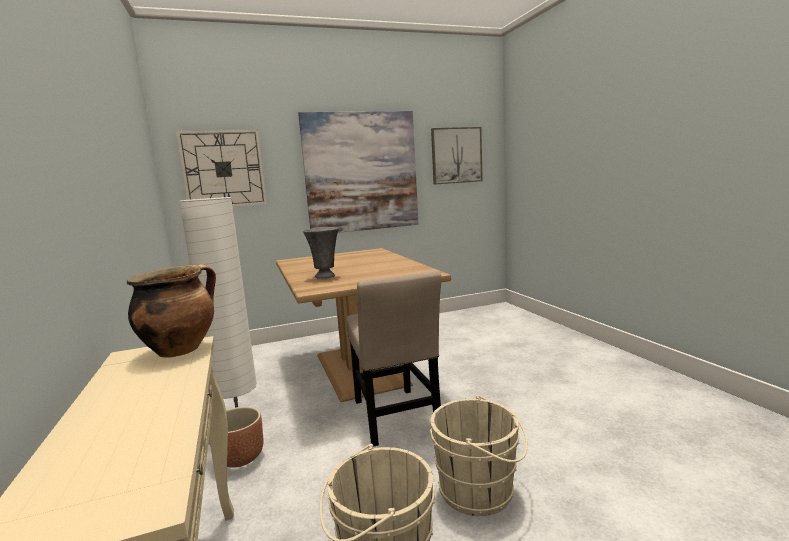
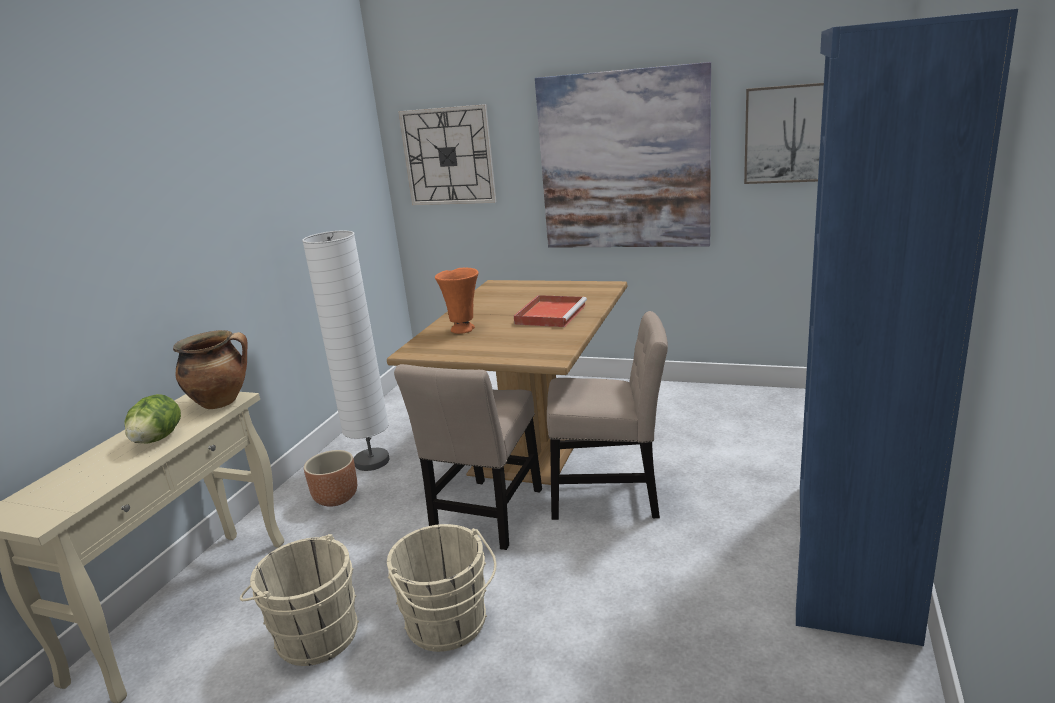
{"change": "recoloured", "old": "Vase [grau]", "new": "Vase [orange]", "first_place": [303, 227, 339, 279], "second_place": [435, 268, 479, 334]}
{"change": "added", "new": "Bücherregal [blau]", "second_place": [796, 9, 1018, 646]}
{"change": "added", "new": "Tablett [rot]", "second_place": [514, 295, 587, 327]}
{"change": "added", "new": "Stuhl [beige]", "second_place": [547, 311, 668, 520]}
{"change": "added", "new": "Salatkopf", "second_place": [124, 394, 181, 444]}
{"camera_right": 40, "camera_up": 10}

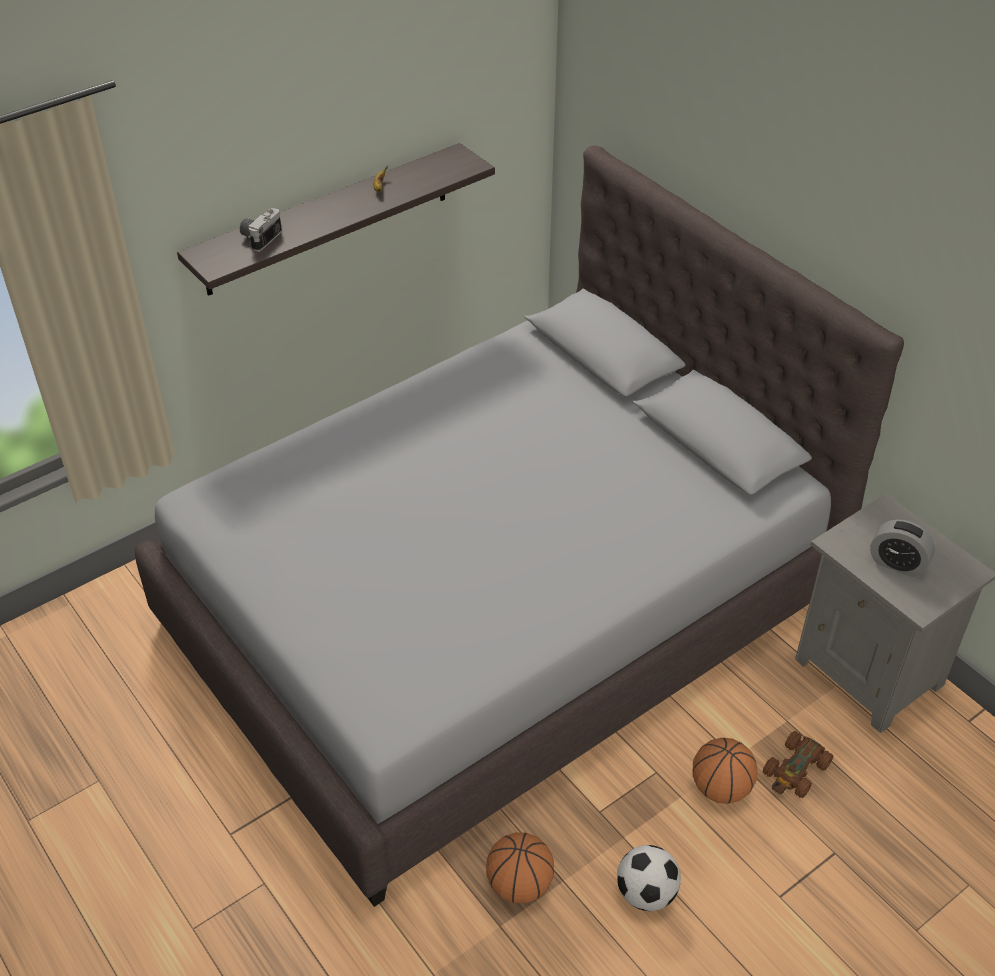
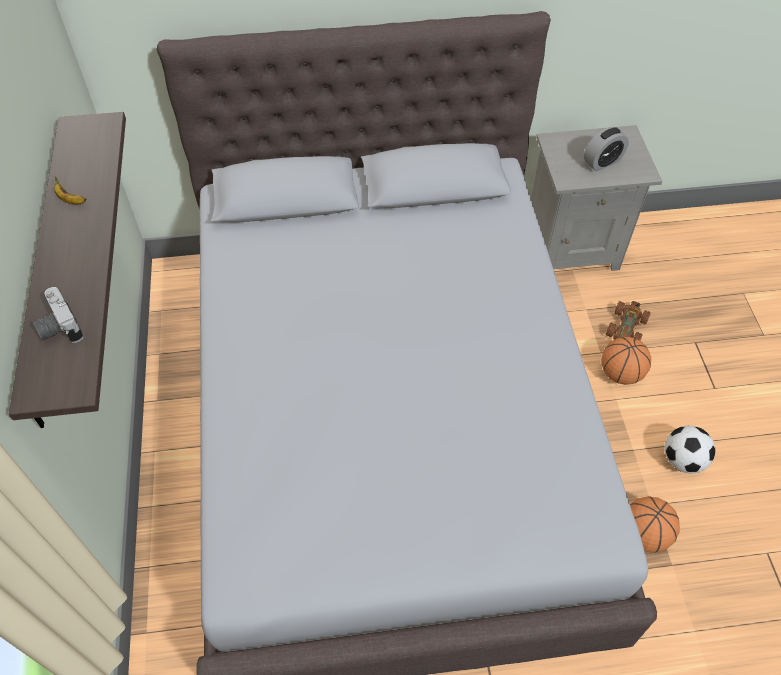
{"change": "turned", "old": "Spielzeugauto [braun]", "first_place": [763, 731, 834, 798], "second_place": [606, 301, 650, 340], "degrees": -135}
{"camera_right": -60, "camera_up": 10}

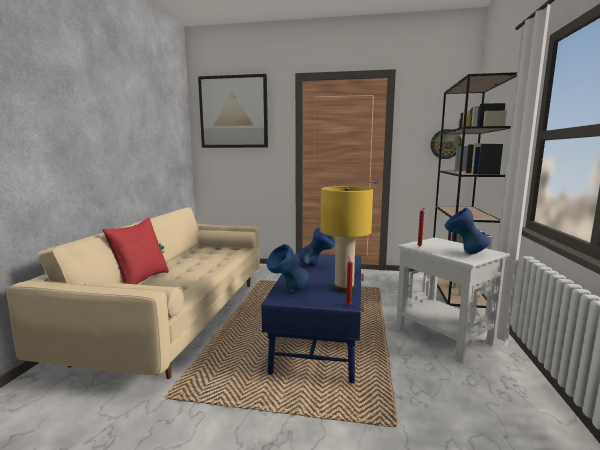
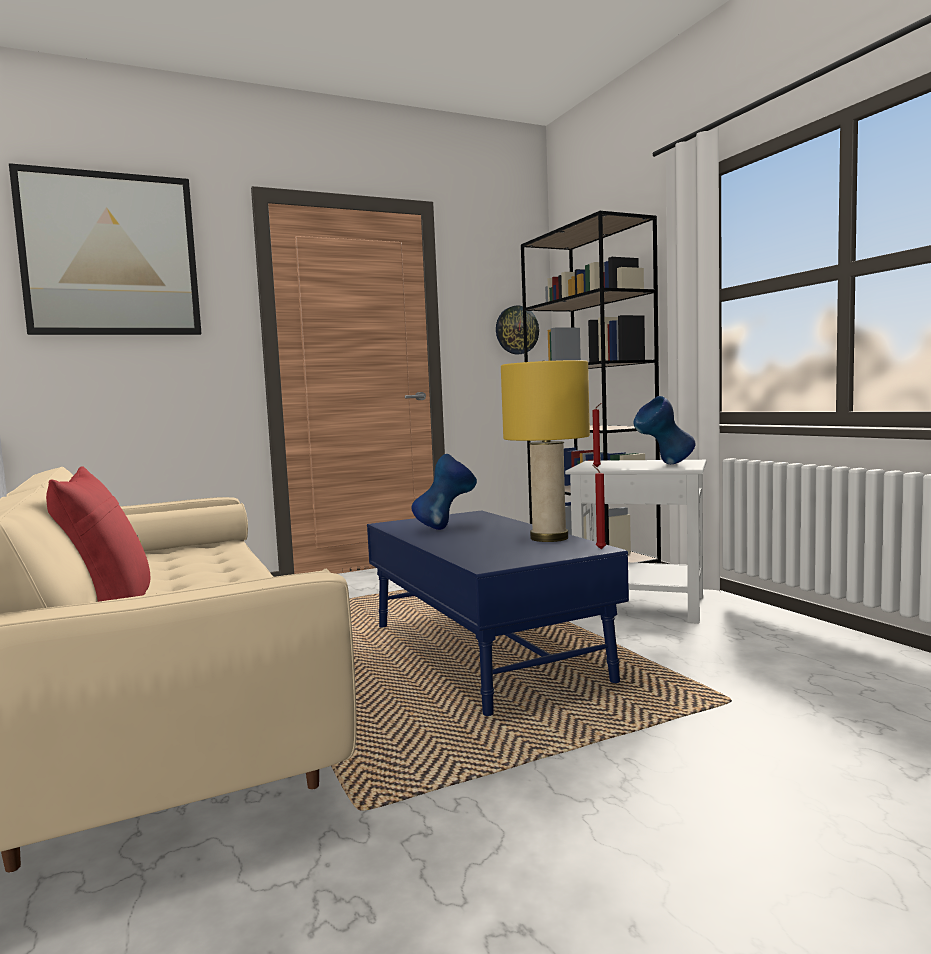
{"change": "removed", "old": "Vase [blau]", "first_place": [267, 244, 310, 292]}
{"camera_right": -35, "camera_up": -5}

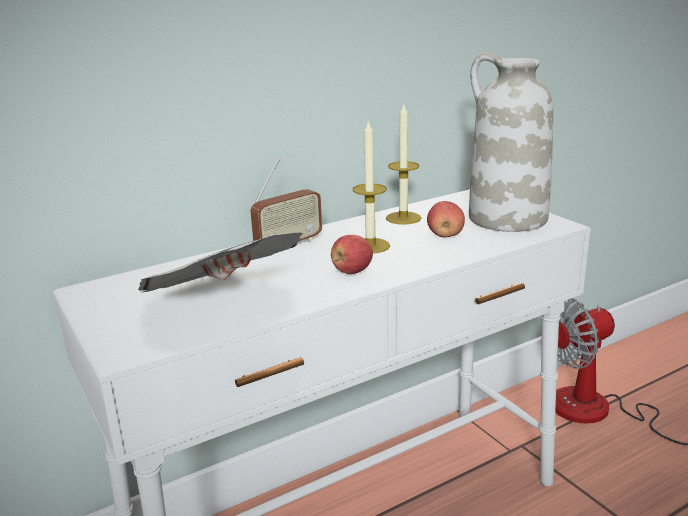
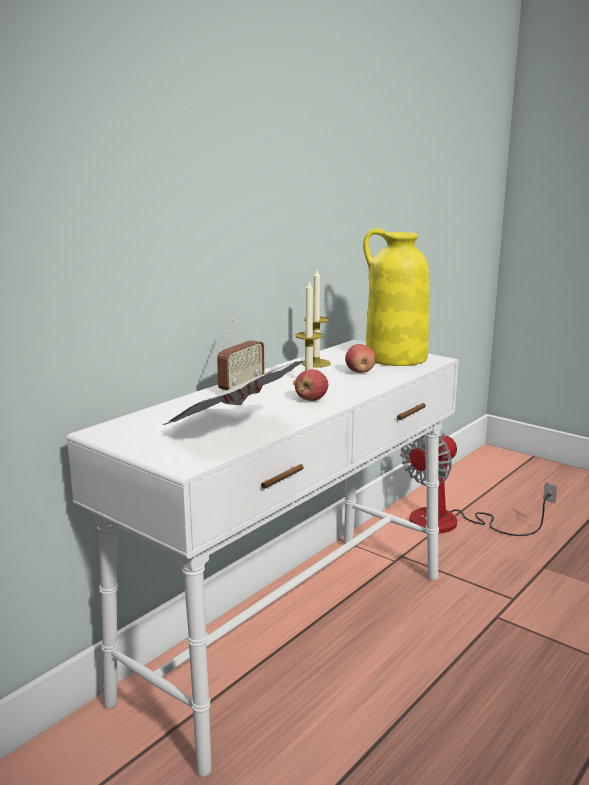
{"change": "recoloured", "old": "Vase [weiß]", "new": "Vase [gelb]", "first_place": [469, 52, 553, 232], "second_place": [363, 228, 429, 366]}
{"camera_right": -20, "camera_up": -5}

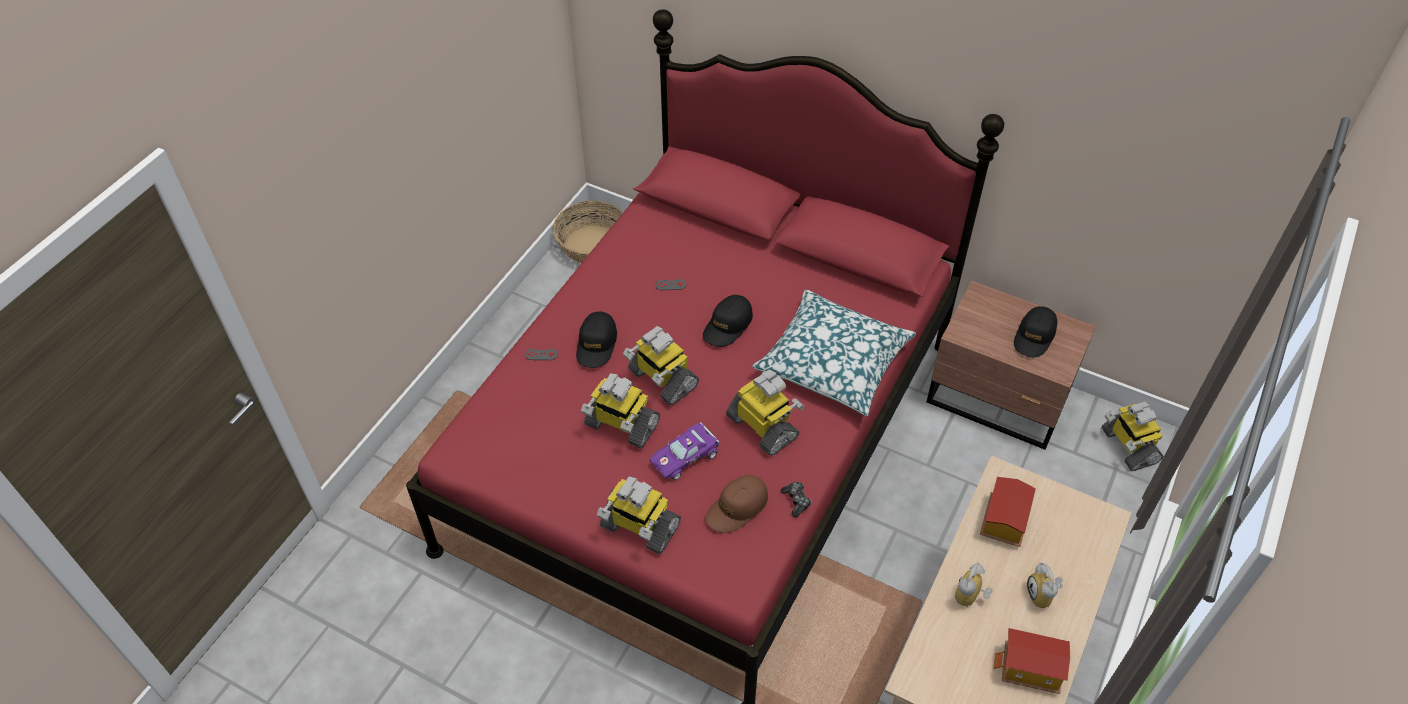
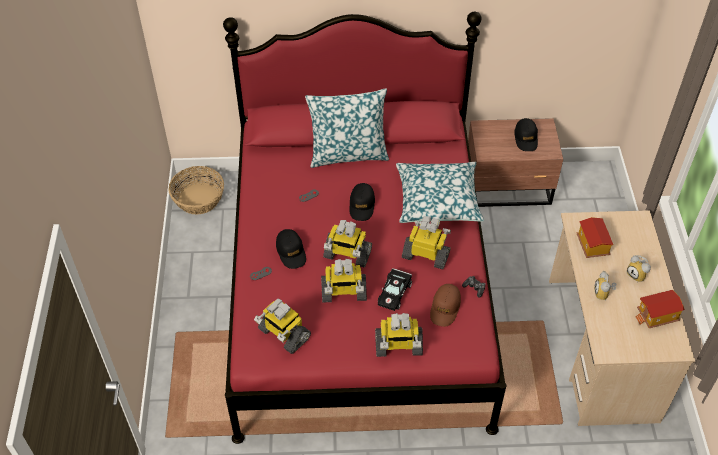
{"change": "moved", "old": "Spielzeugroboter", "first_place": [1101, 402, 1163, 471], "second_place": [254, 299, 311, 354]}
{"change": "recoloured", "old": "Spielzeugauto [lila]", "new": "Spielzeugauto [schwarz]", "first_place": [650, 422, 720, 480], "second_place": [378, 268, 412, 311]}
{"change": "added", "new": "Kissen", "second_place": [305, 88, 389, 168]}
{"camera_right": -30, "camera_up": 0}

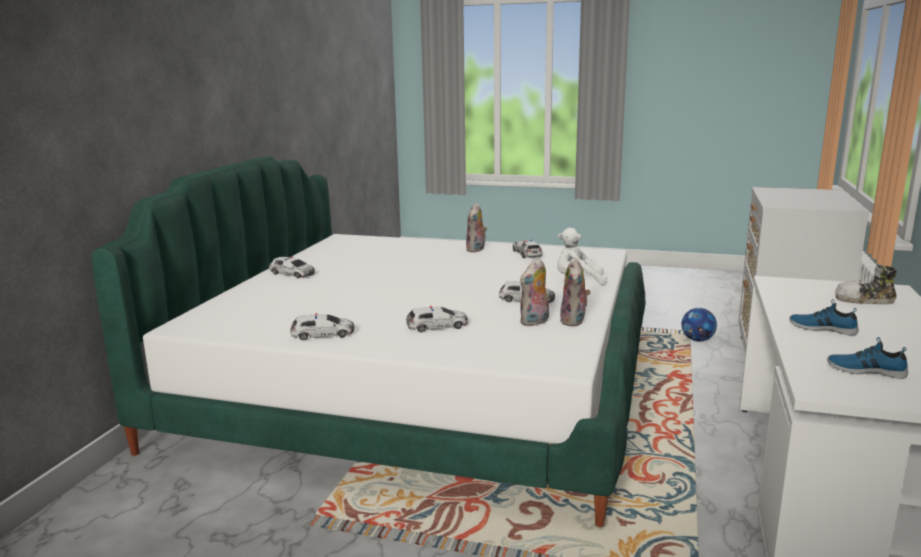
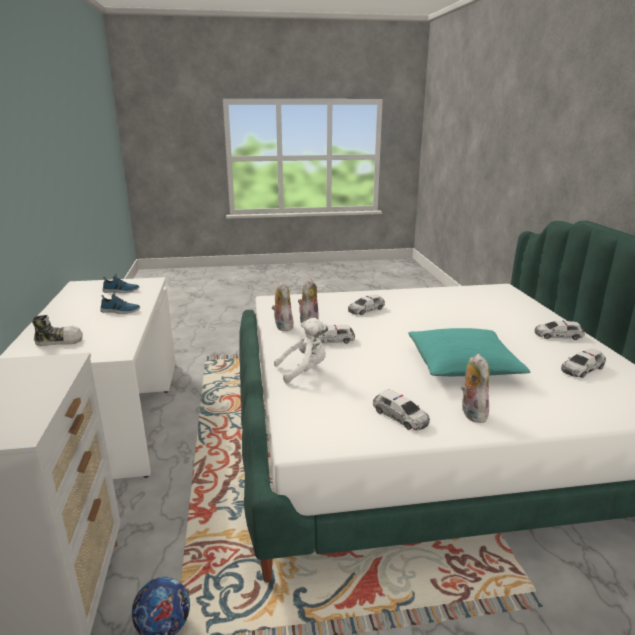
{"change": "moved", "old": "Spielzeugauto", "first_place": [290, 313, 354, 341], "second_place": [561, 349, 606, 378]}
{"change": "added", "new": "Kissen [türkis]", "second_place": [408, 328, 531, 376]}
{"camera_right": 155, "camera_up": 5}

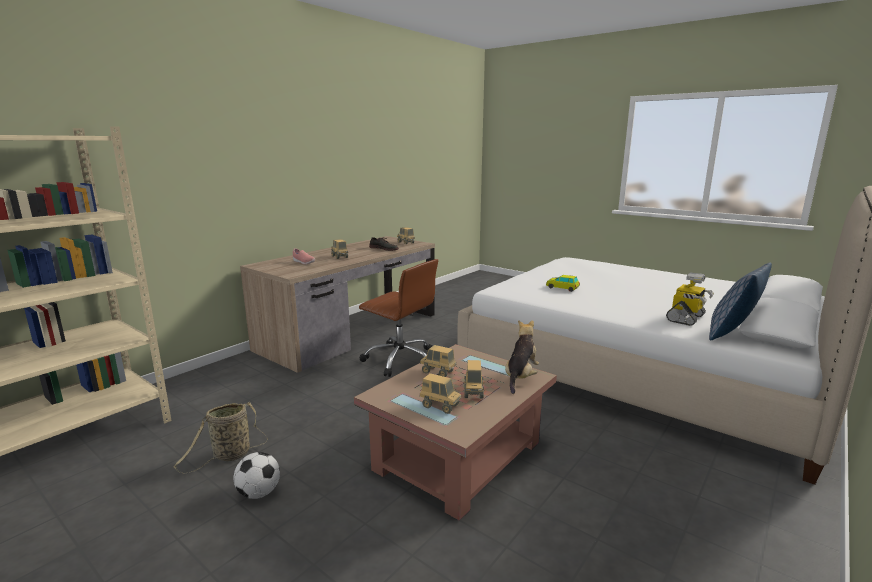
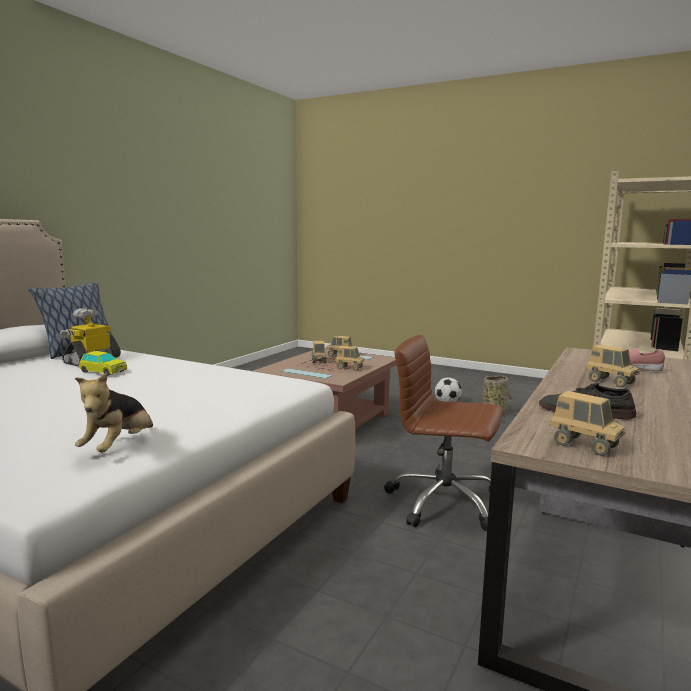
{"change": "moved", "old": "Spielzeugauto", "first_place": [546, 275, 580, 292], "second_place": [79, 351, 127, 376]}
{"change": "moved", "old": "Plüschtier", "first_place": [505, 320, 539, 394], "second_place": [75, 372, 153, 453]}
{"camera_right": 170, "camera_up": -5}

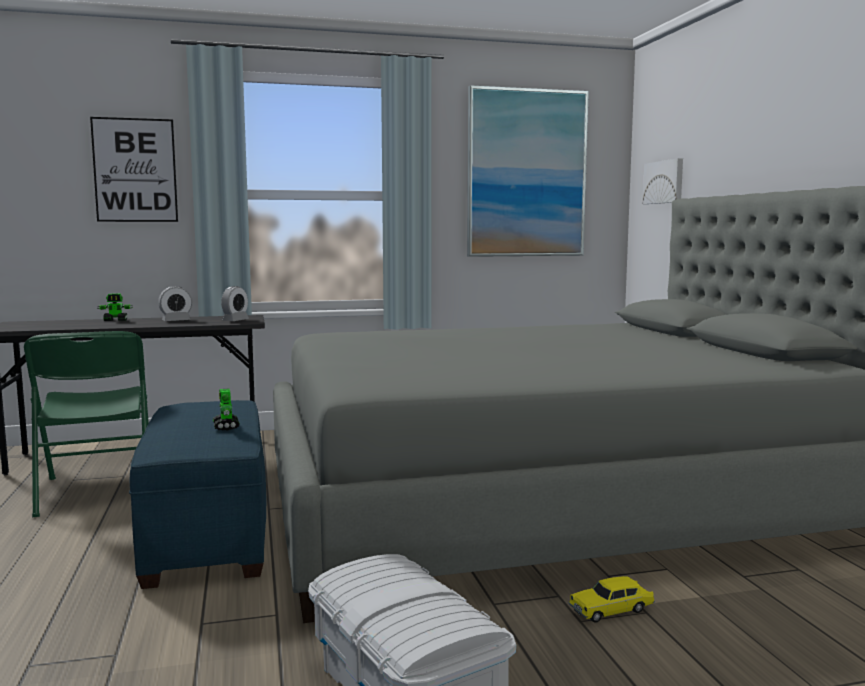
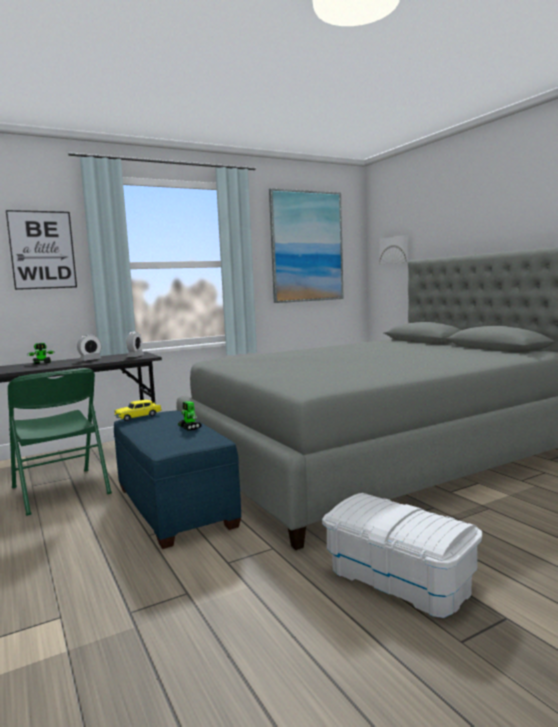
{"change": "moved", "old": "Spielzeugauto [gelb]", "first_place": [569, 576, 655, 623], "second_place": [114, 400, 161, 421]}
{"camera_right": -15, "camera_up": 0}

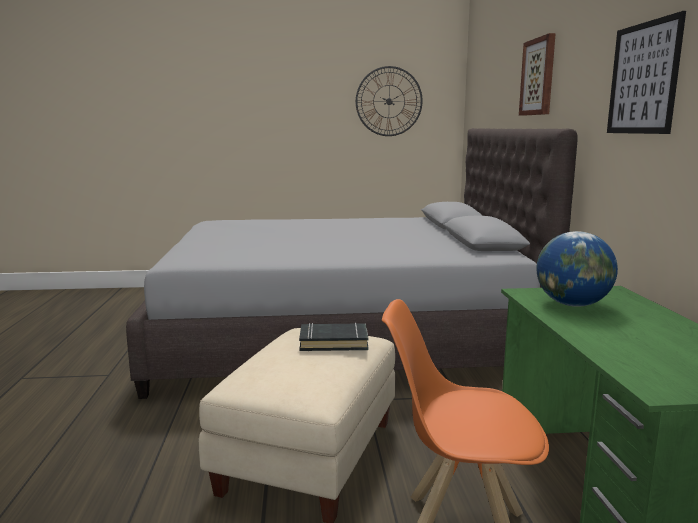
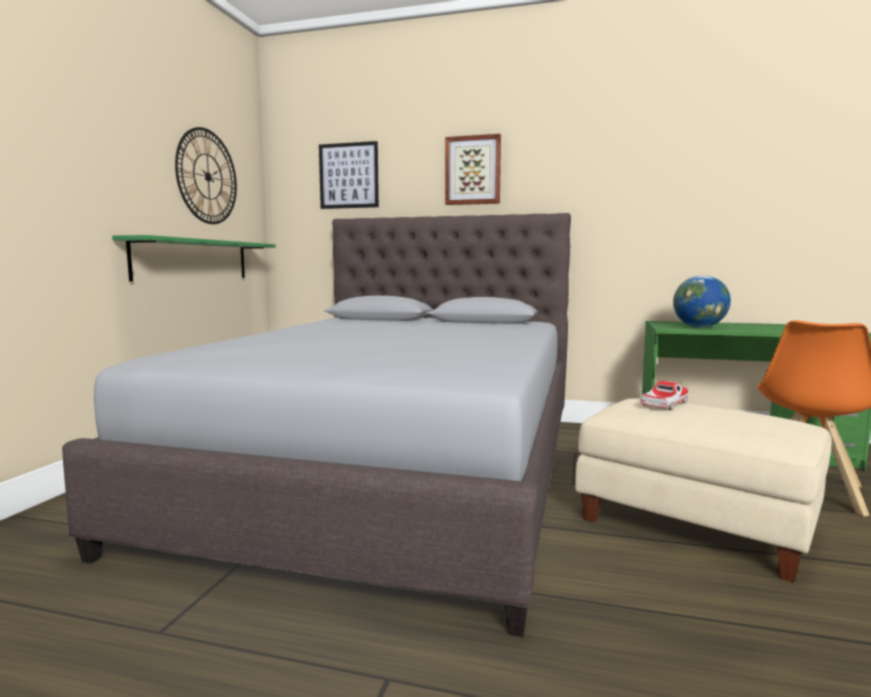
{"change": "moved", "old": "Bild", "first_place": [607, 11, 686, 134], "second_place": [319, 141, 379, 209]}
{"change": "replaced", "old": "Buch [schwarz]", "new": "Spielzeugauto", "first_place": [299, 323, 369, 351], "second_place": [641, 381, 689, 410]}
{"change": "added", "new": "Wandregal [grün]", "second_place": [112, 235, 276, 282]}
{"camera_right": -70, "camera_up": -5}

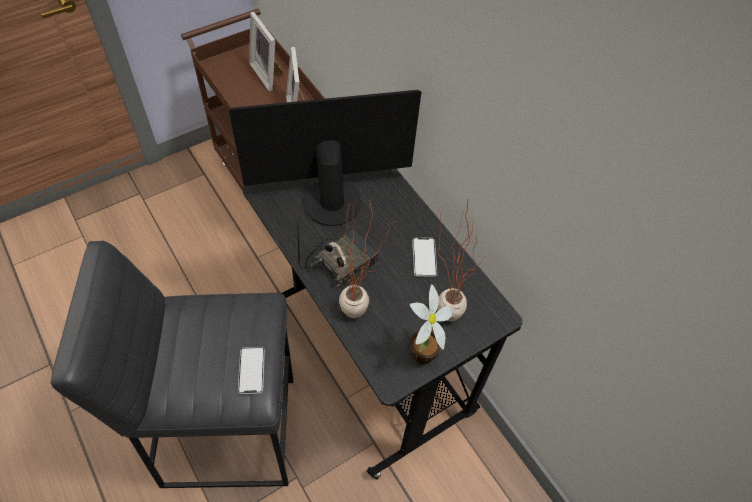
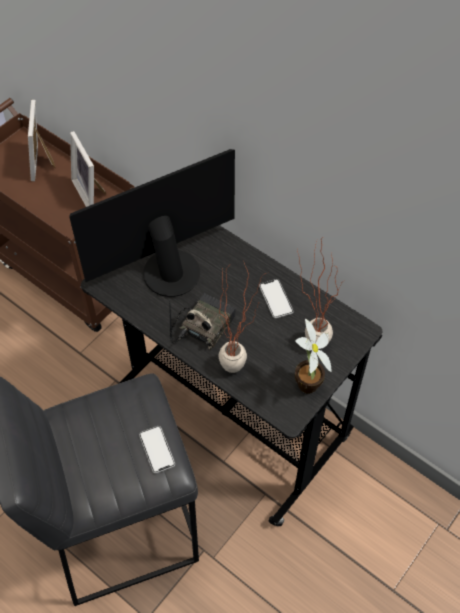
{"change": "turned", "old": "Bilderrahmen", "first_place": [249, 12, 283, 91], "second_place": [28, 100, 55, 182], "degrees": 45}
{"camera_right": -15, "camera_up": 0}

